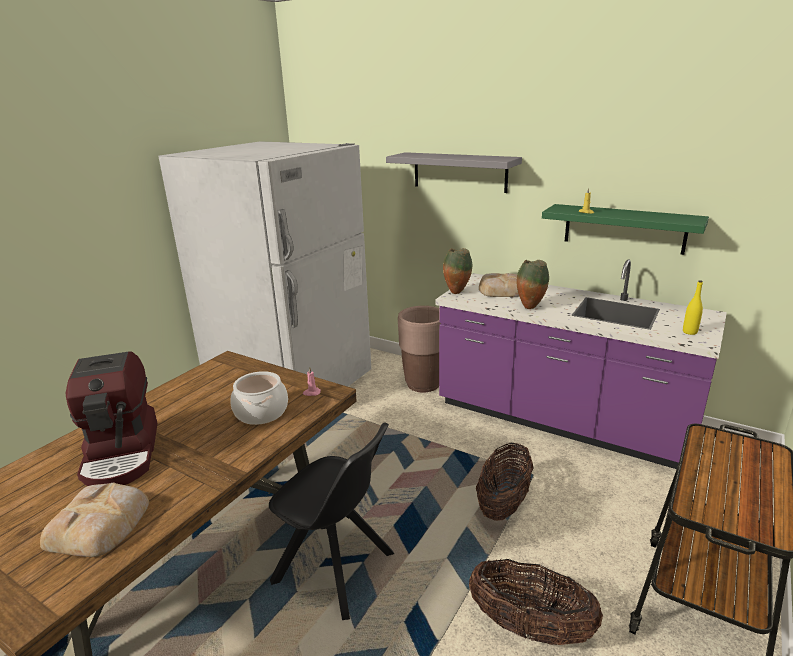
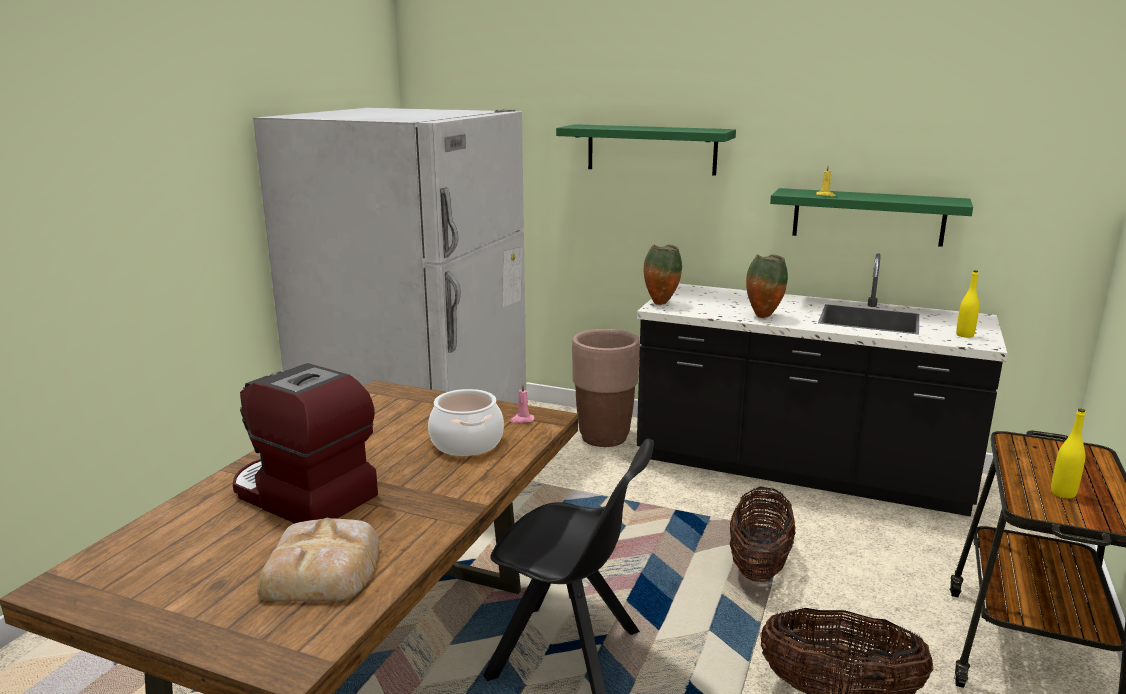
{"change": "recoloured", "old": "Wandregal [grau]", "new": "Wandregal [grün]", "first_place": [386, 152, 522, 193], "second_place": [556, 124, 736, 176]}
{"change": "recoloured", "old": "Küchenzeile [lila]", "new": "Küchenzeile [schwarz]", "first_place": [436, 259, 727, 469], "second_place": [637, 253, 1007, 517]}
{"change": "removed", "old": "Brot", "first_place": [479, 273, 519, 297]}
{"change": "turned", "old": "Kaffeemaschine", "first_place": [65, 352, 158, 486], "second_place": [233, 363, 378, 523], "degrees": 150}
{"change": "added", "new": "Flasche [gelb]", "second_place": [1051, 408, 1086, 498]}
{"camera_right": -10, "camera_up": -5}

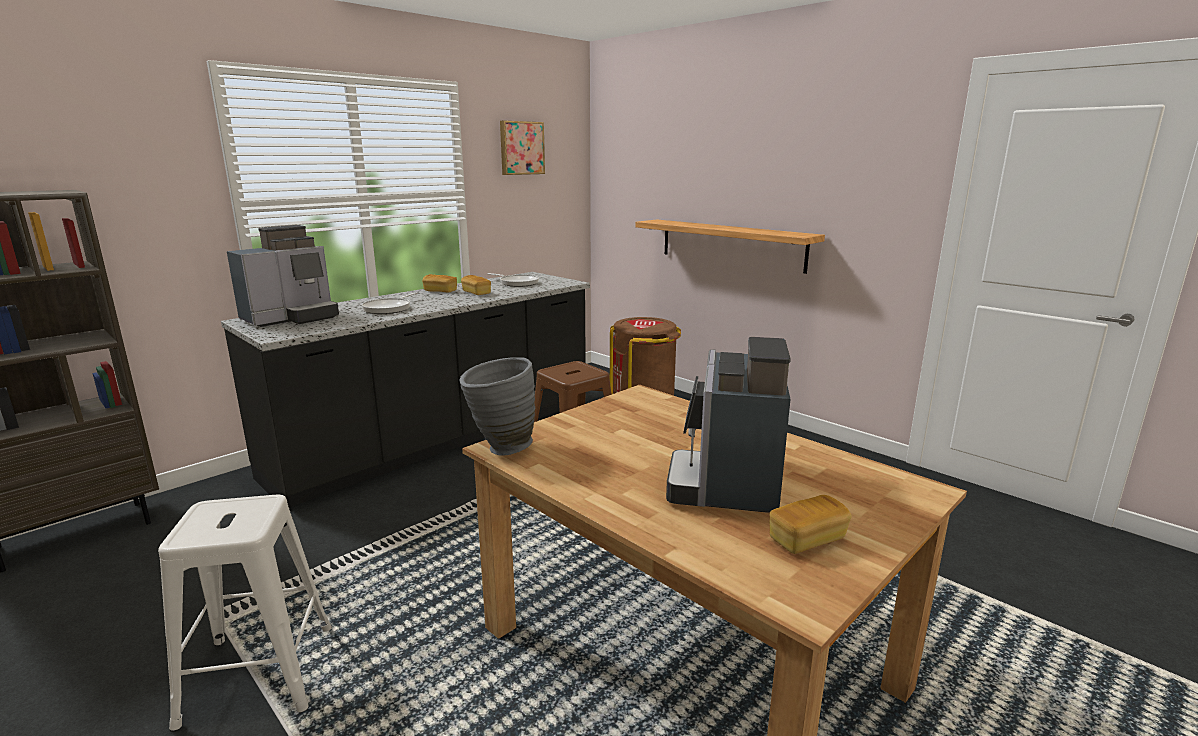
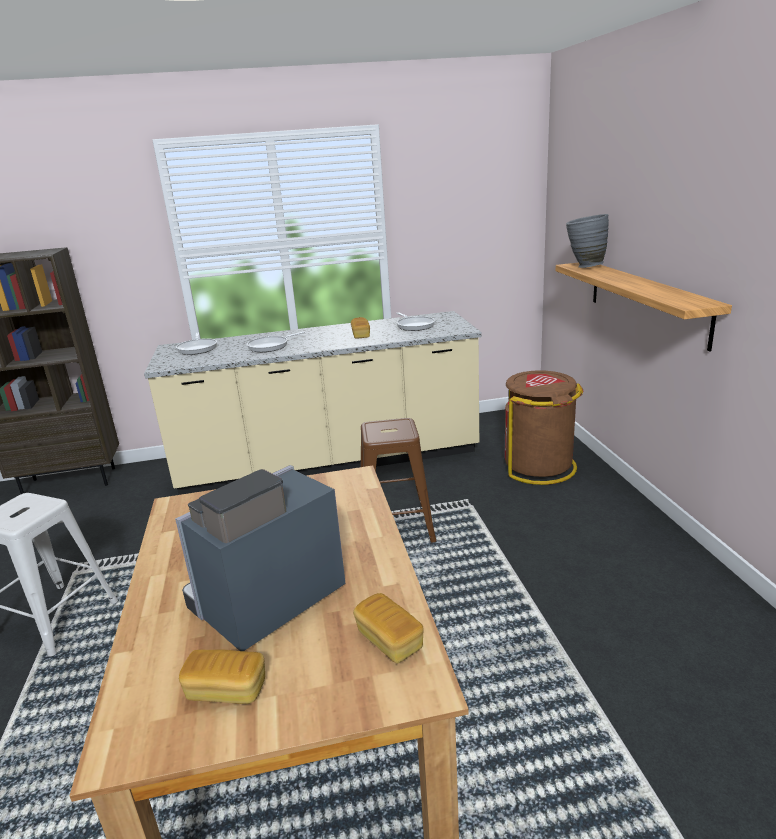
{"change": "removed", "old": "Bild", "first_place": [500, 121, 545, 175]}
{"change": "replaced", "old": "Kaffeemaschine", "new": "Pfanne", "first_place": [227, 225, 339, 327], "second_place": [176, 333, 217, 355]}
{"change": "recoloured", "old": "Küchenzeile [schwarz]", "new": "Küchenzeile [beige]", "first_place": [221, 272, 590, 507], "second_place": [144, 311, 482, 495]}
{"change": "moved", "old": "Brot", "first_place": [422, 274, 457, 292], "second_place": [353, 593, 424, 664]}
{"change": "moved", "old": "Vase [grau]", "first_place": [460, 357, 535, 456], "second_place": [566, 214, 609, 268]}
{"camera_right": 35, "camera_up": 5}

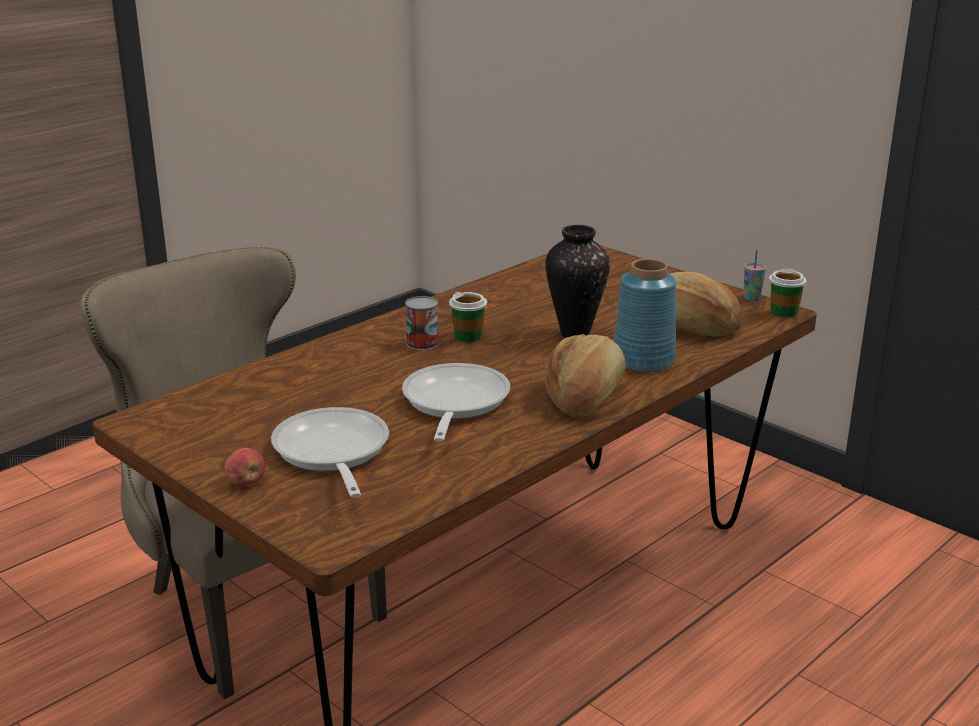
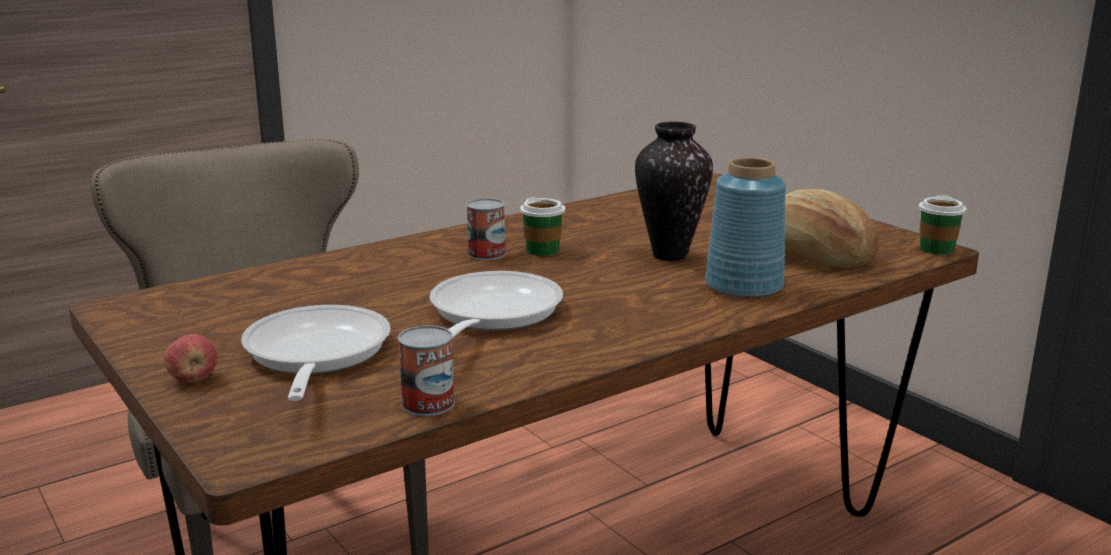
{"change": "removed", "old": "Tasse", "first_place": [743, 250, 766, 301]}
{"change": "removed", "old": "Brot", "first_place": [544, 334, 626, 417]}
{"change": "added", "new": "Dose", "second_place": [398, 325, 455, 416]}
{"camera_right": 10, "camera_up": -5}

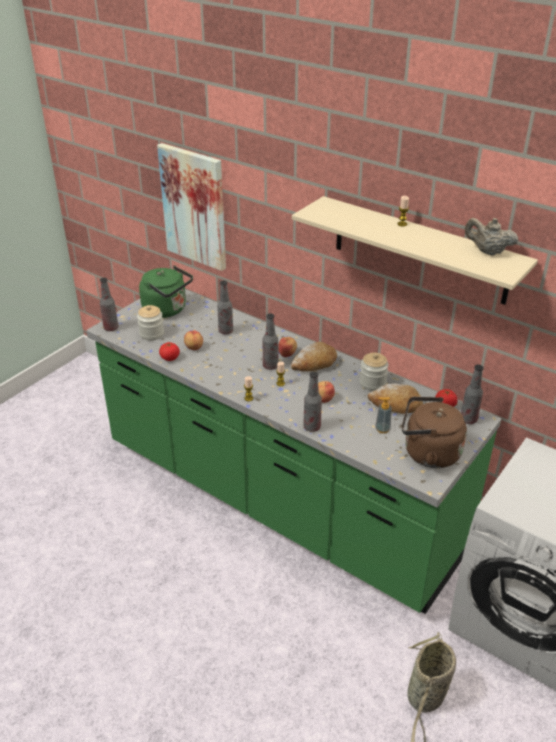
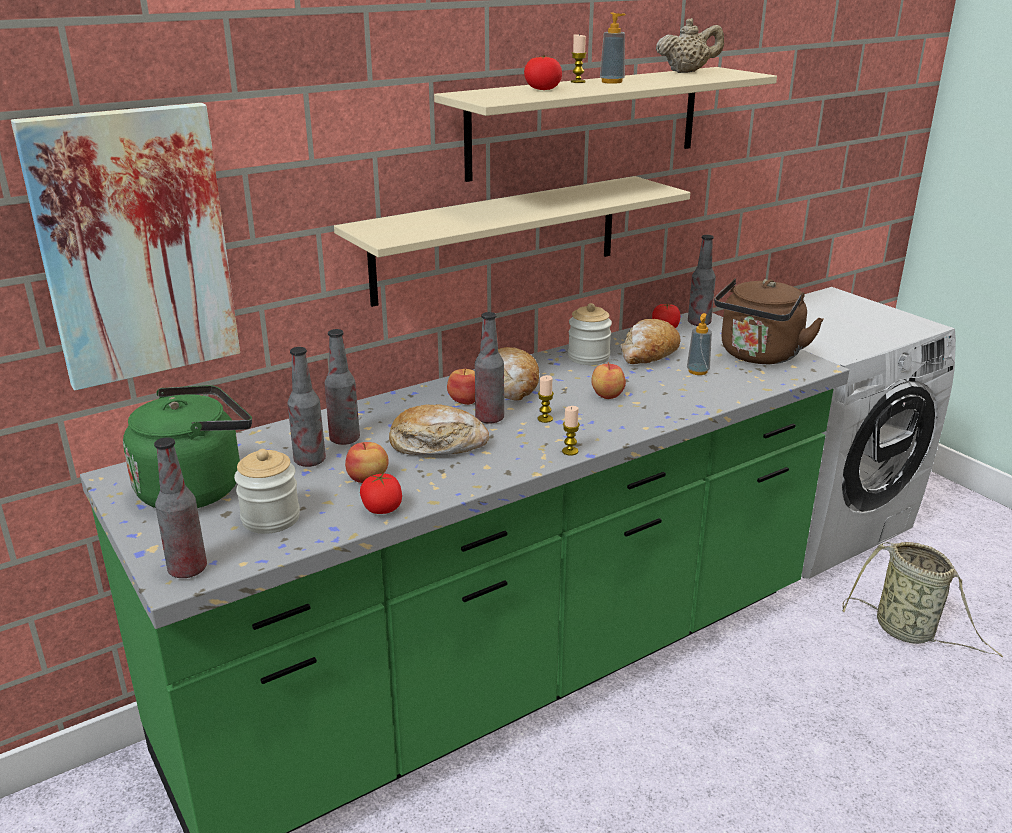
{"change": "turned", "old": "Teekanne [beige]", "first_place": [465, 218, 518, 256], "second_place": [656, 18, 724, 73], "degrees": -150}
{"change": "moved", "old": "Flasche", "first_place": [303, 372, 322, 432], "second_place": [287, 347, 326, 467]}
{"change": "added", "new": "Seifenspender", "second_place": [600, 12, 625, 84]}
{"change": "added", "new": "Tomate", "second_place": [524, 55, 562, 90]}
{"change": "added", "new": "Wandregal [beige]", "second_place": [334, 176, 690, 307]}
{"change": "added", "new": "Brot", "second_place": [389, 404, 489, 455]}
{"camera_right": -70, "camera_up": -10}

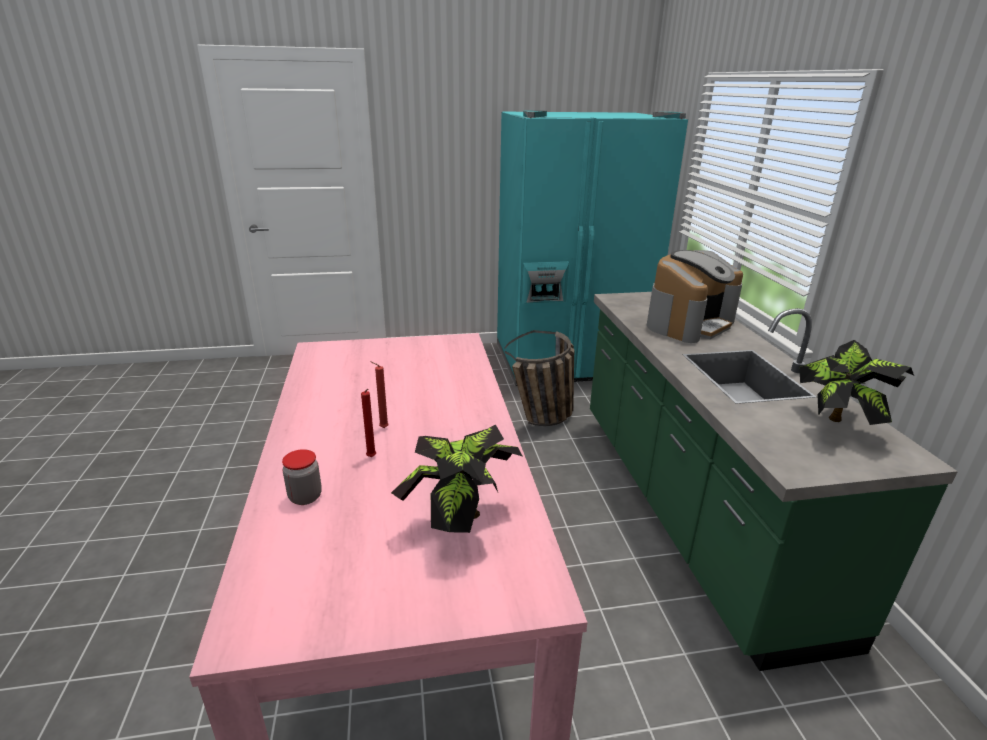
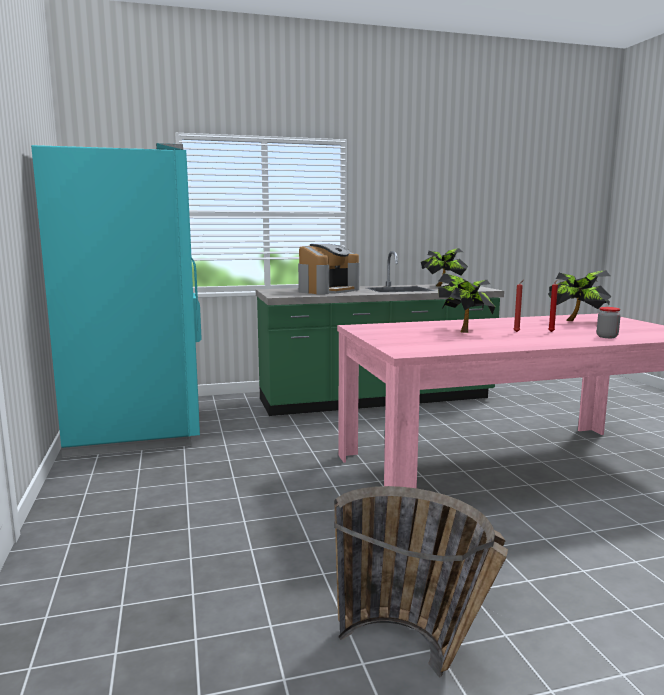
{"change": "turned", "old": "Kaffeemaschine", "first_place": [647, 250, 743, 343], "second_place": [298, 244, 359, 294], "degrees": 90}
{"change": "moved", "old": "Korb", "first_place": [505, 330, 574, 426], "second_place": [334, 486, 508, 678]}
{"change": "added", "new": "Topfpflanze", "second_place": [438, 273, 495, 333]}
{"camera_right": -95, "camera_up": -15}

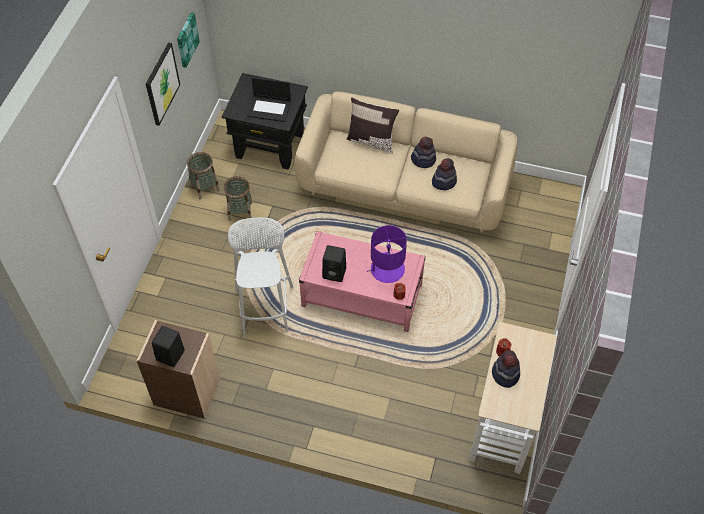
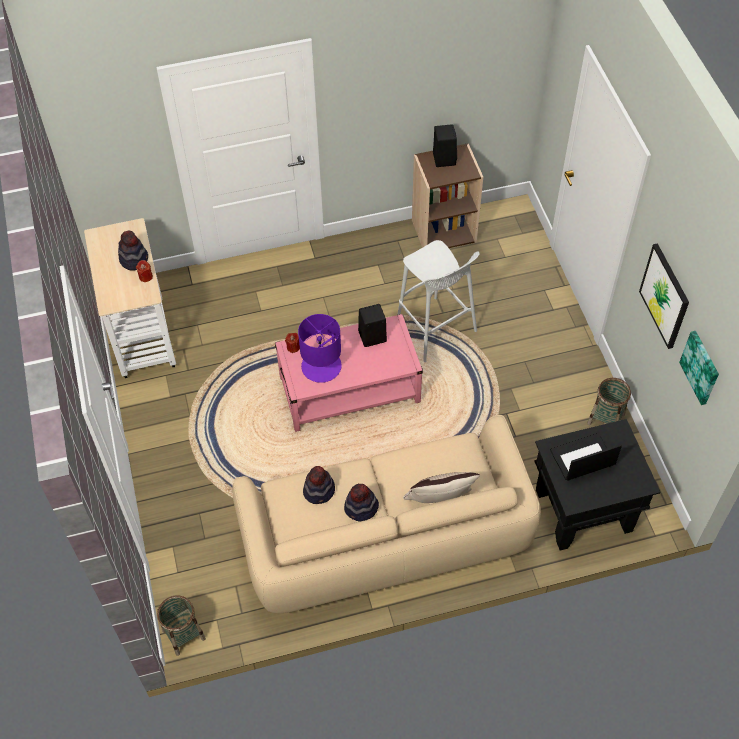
{"change": "moved", "old": "Korb", "first_place": [224, 176, 252, 221], "second_place": [157, 595, 206, 656]}
{"camera_right": 150, "camera_up": 0}

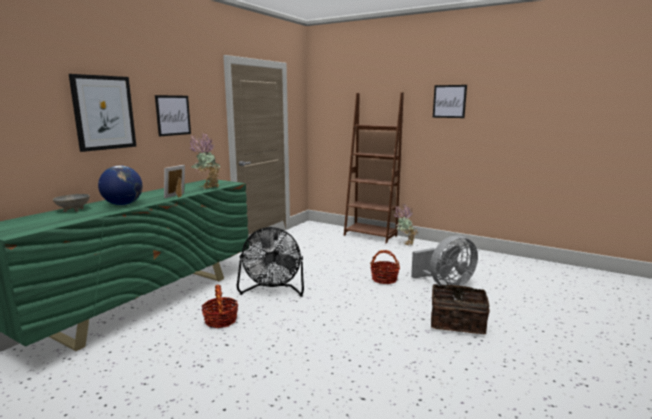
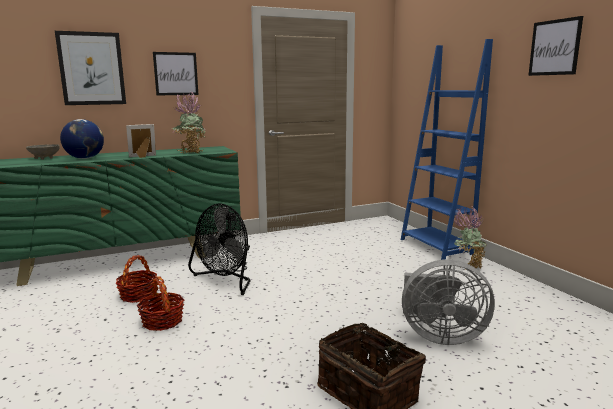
{"change": "recoloured", "old": "Bücherregal [braun]", "new": "Bücherregal [blau]", "first_place": [344, 92, 404, 244], "second_place": [401, 39, 493, 260]}
{"change": "moved", "old": "Korb", "first_place": [370, 250, 400, 284], "second_place": [136, 276, 184, 331]}
{"camera_right": 35, "camera_up": 0}

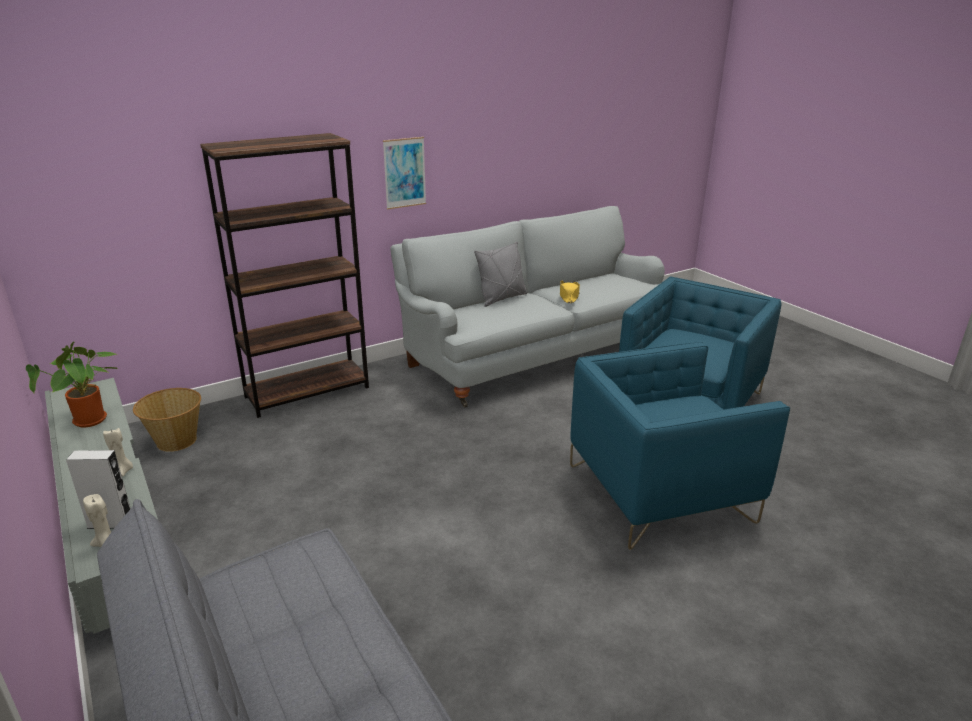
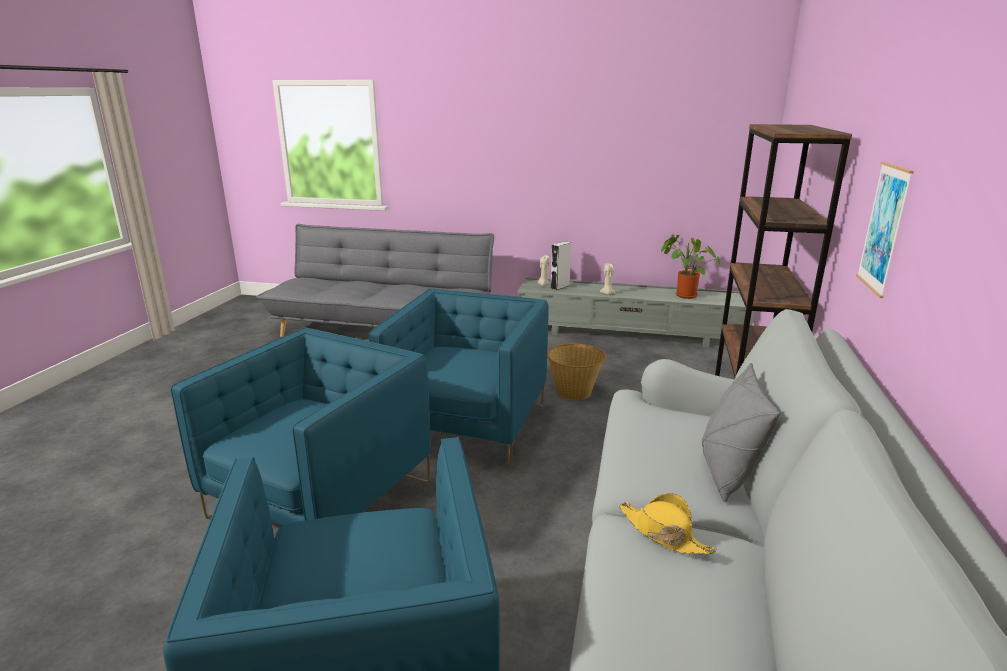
{"change": "moved", "old": "Korb", "first_place": [133, 388, 201, 452], "second_place": [547, 344, 606, 400]}
{"change": "added", "new": "Sessel [blau]", "second_place": [369, 289, 549, 470]}
{"camera_right": 135, "camera_up": -5}

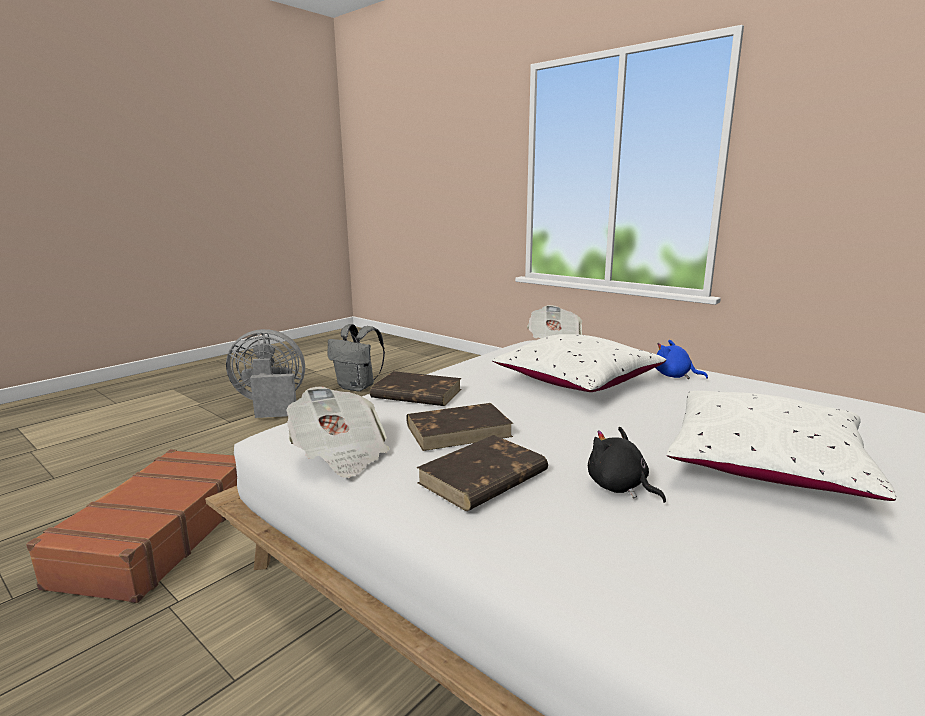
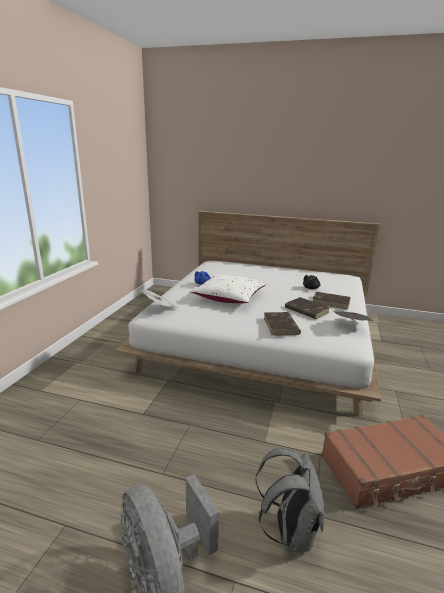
{"change": "moved", "old": "Rucksack [grau]", "first_place": [328, 324, 385, 392], "second_place": [255, 448, 324, 552]}
{"change": "removed", "old": "Kissen [weiß]", "first_place": [667, 391, 896, 501]}
{"camera_right": -115, "camera_up": 5}

